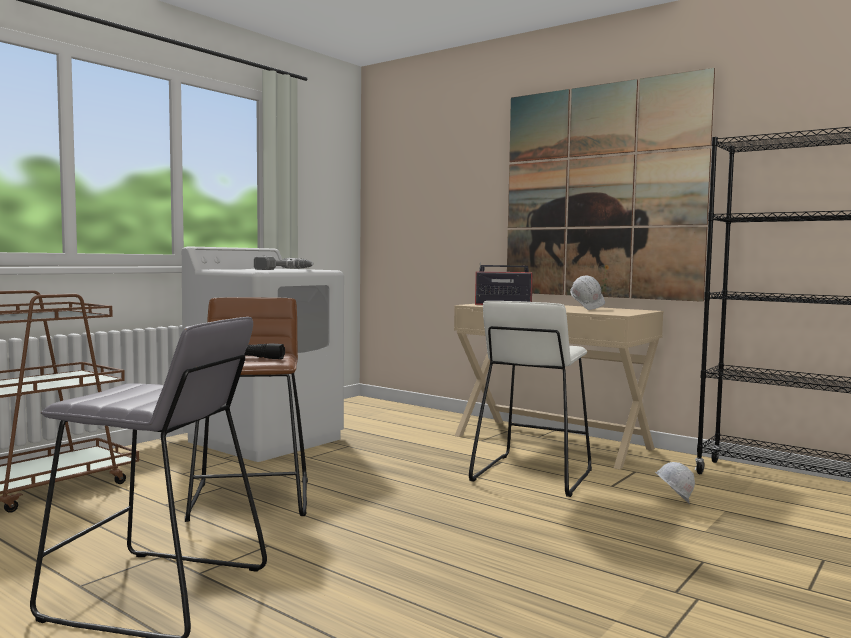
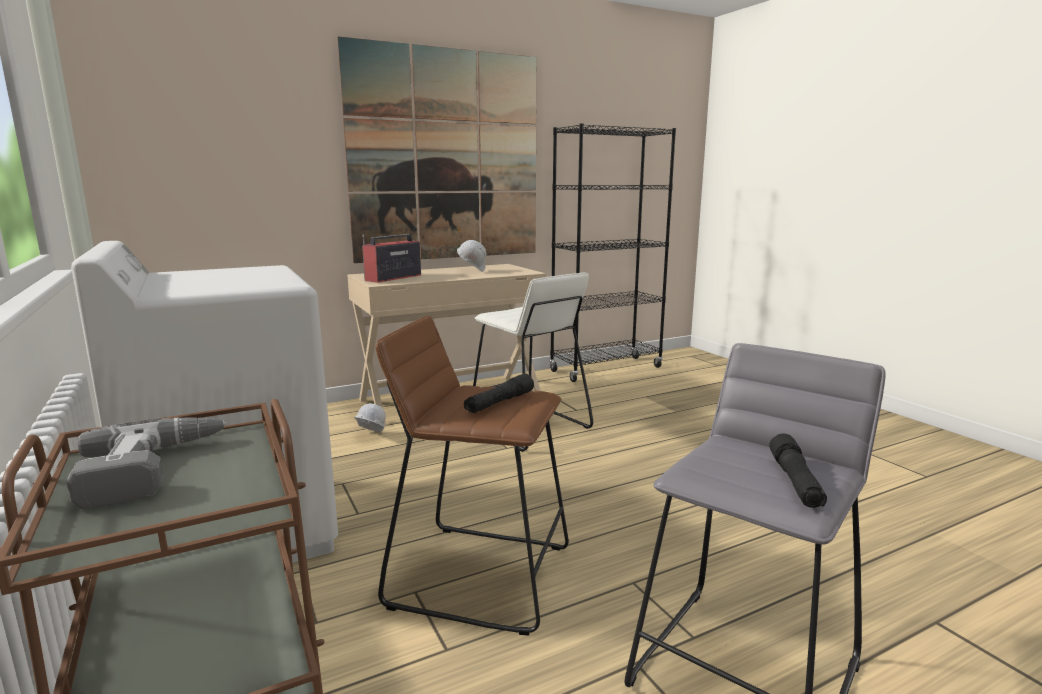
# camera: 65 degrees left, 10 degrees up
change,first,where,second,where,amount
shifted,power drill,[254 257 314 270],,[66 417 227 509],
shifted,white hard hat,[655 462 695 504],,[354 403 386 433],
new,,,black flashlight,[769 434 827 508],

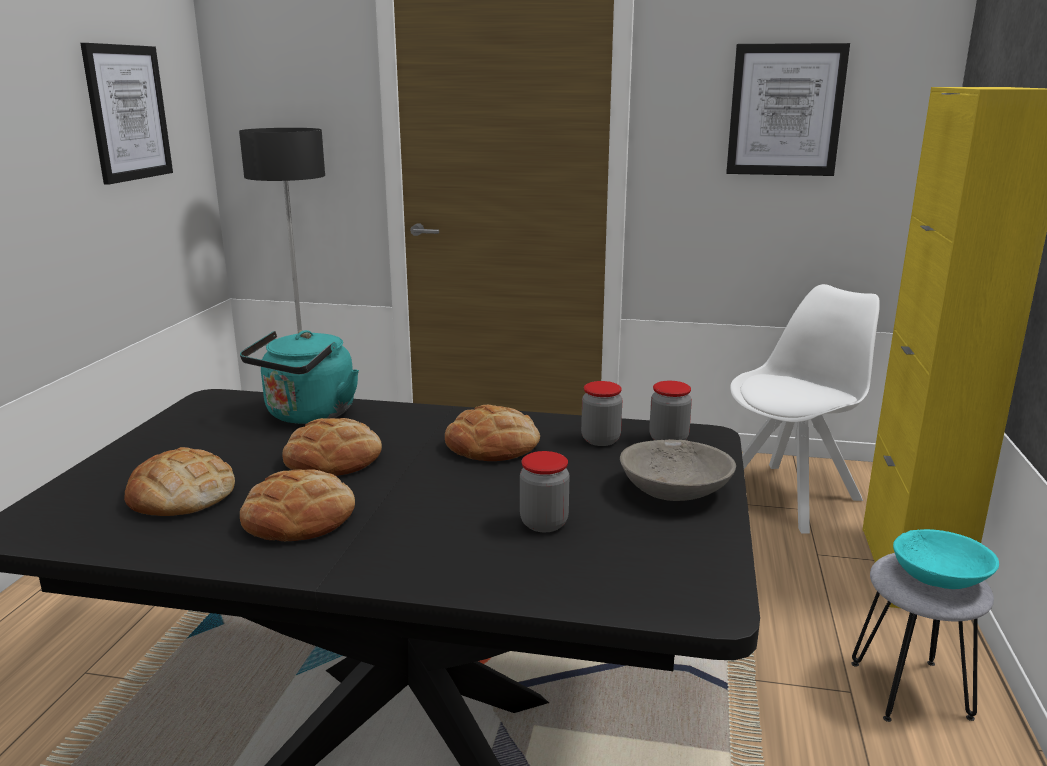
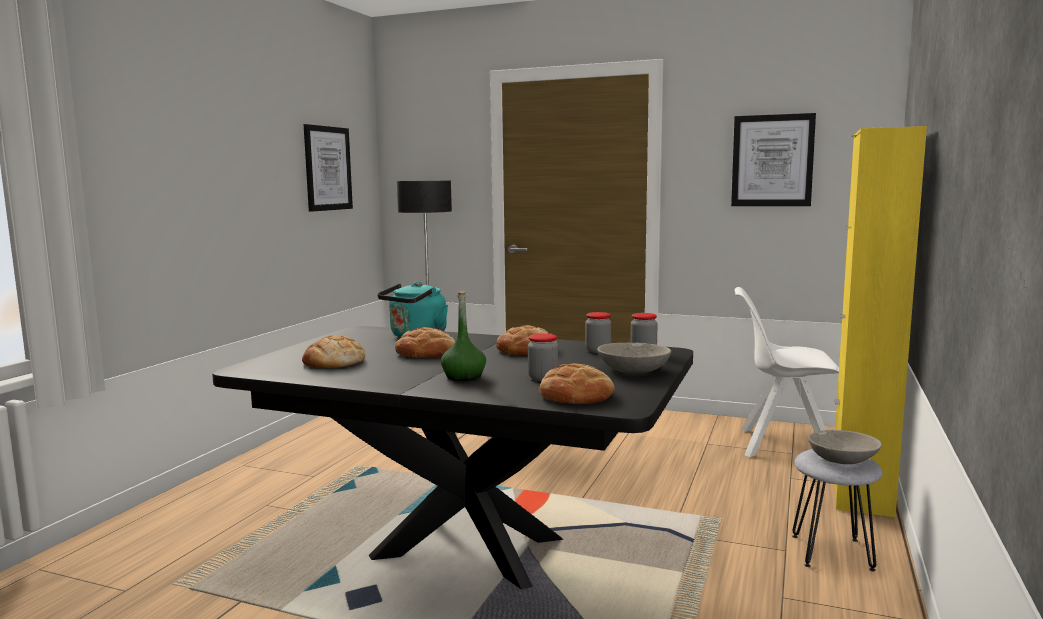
# camera: 10 degrees right, 10 degrees down
change,first,where,second,where,amount
new,,,green bottle,[441 291 486 381],
shifted,bread,[240 469 355 541],,[539 363 615 404],
rotated,white chair,[730 284 880 533],,[735 287 839 457],135 degrees counterclockwise
repainted,turquoise bowl,[893 529 999 589],grey bowl,[808 430 882 464],

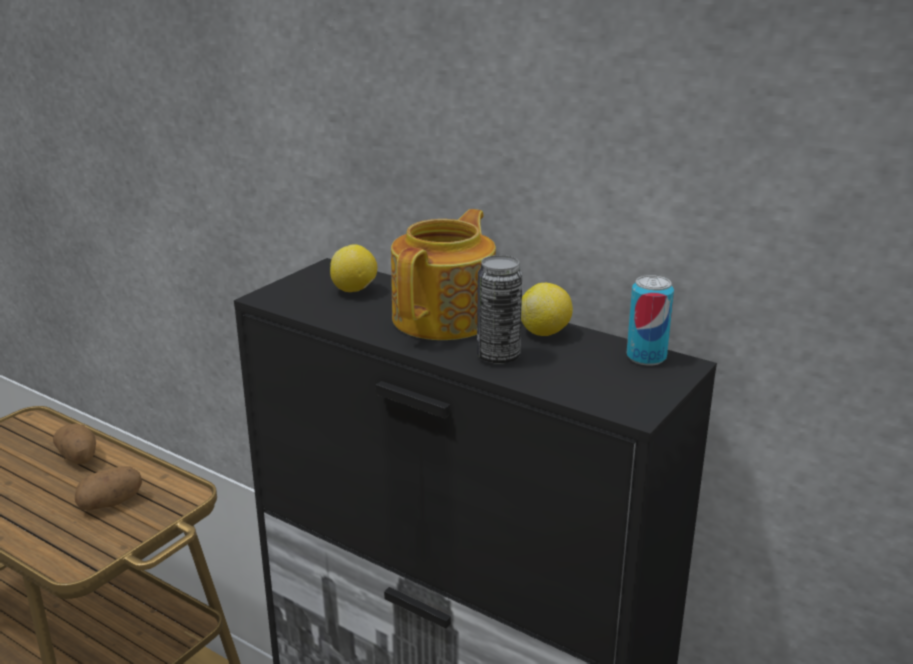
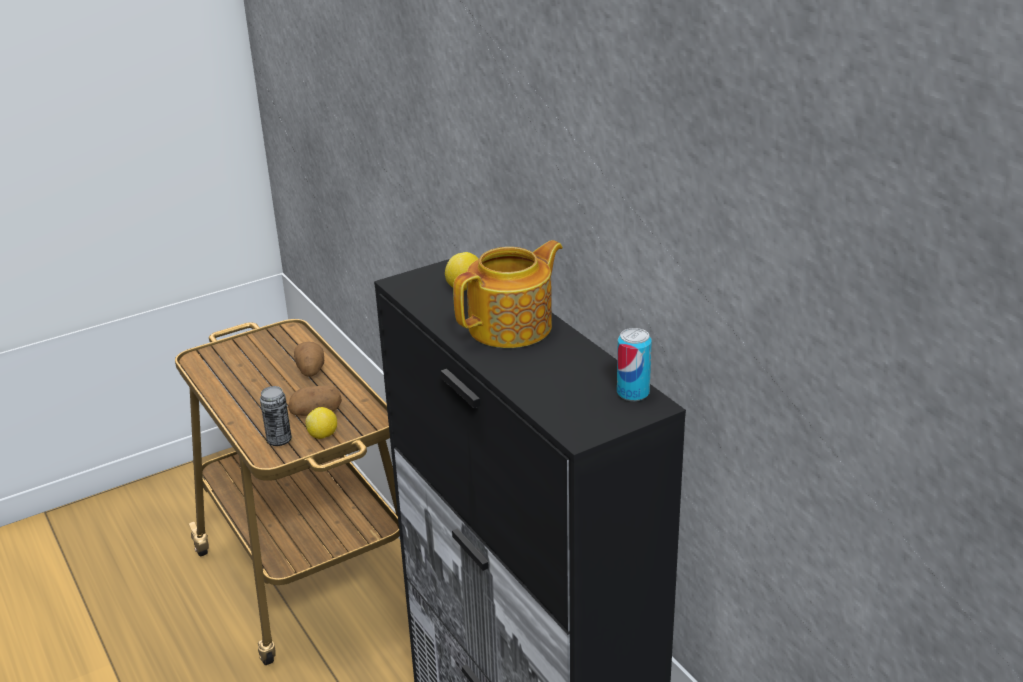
# camera: 25 degrees right, 5 degrees up
change,first,where,second,where,amount
shifted,can,[477 255 523 364],,[260 386 292 446],
shifted,lemon,[521 283 573 336],,[305 407 337 439],

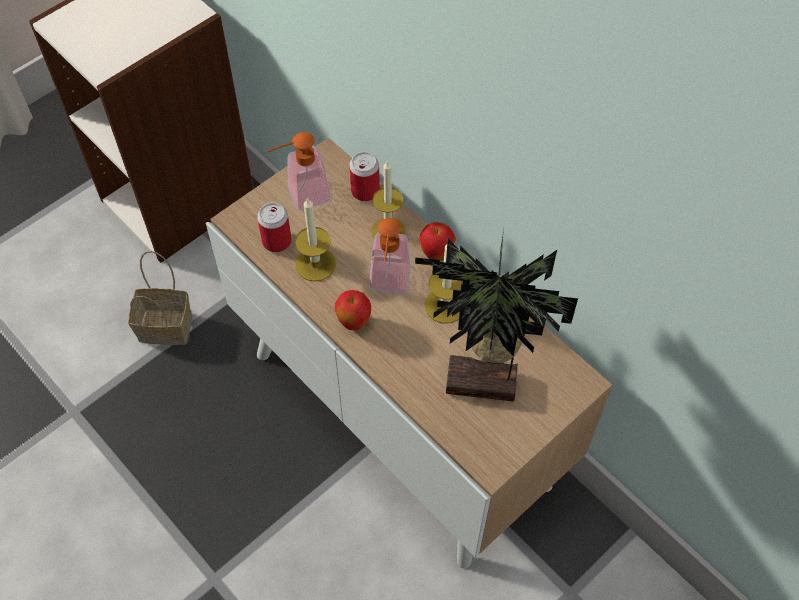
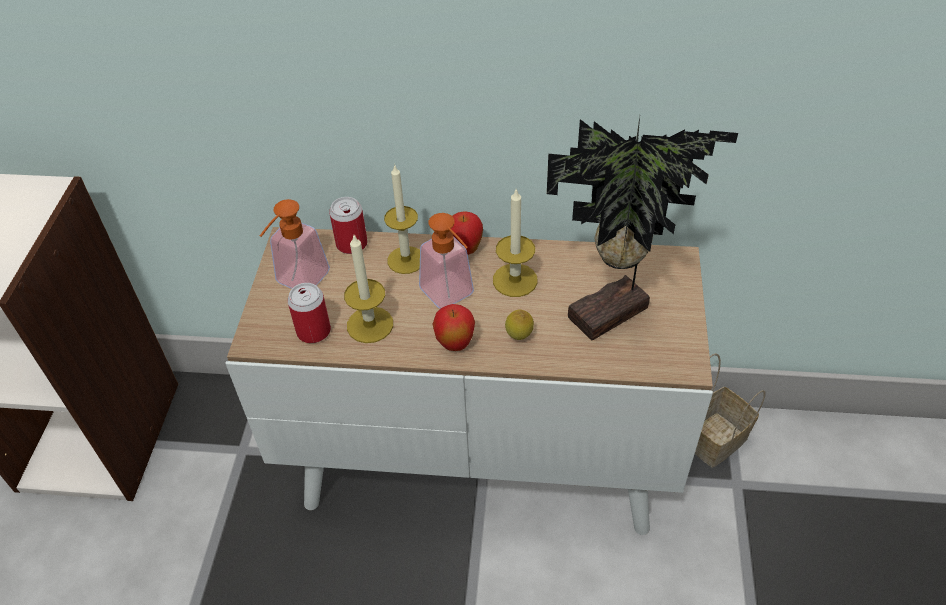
# camera: 40 degrees left, 10 degrees down
change,first,where,second,where,amount
new,,,lemon,[505 309 534 340],
shifted,basket,[128 251 192 345],,[695 353 765 468],

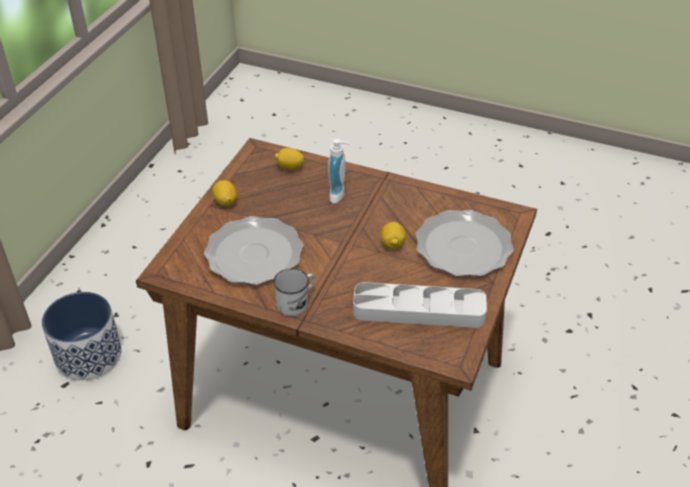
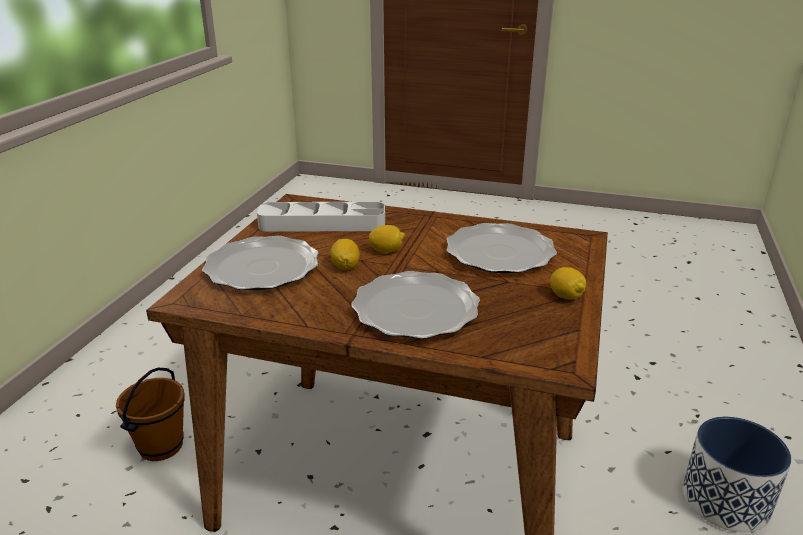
# camera: 175 degrees right, 15 degrees down
change,first,where,second,where,amount
new,,,brown bucket,[116 368 185 461],
swapped,soap dispenser,[328 139 351 204],plate,[351 271 480 339],
shifted,lemon,[275 148 304 170],,[368 225 405 253],
gone,white mug,[273 268 315 316],,,

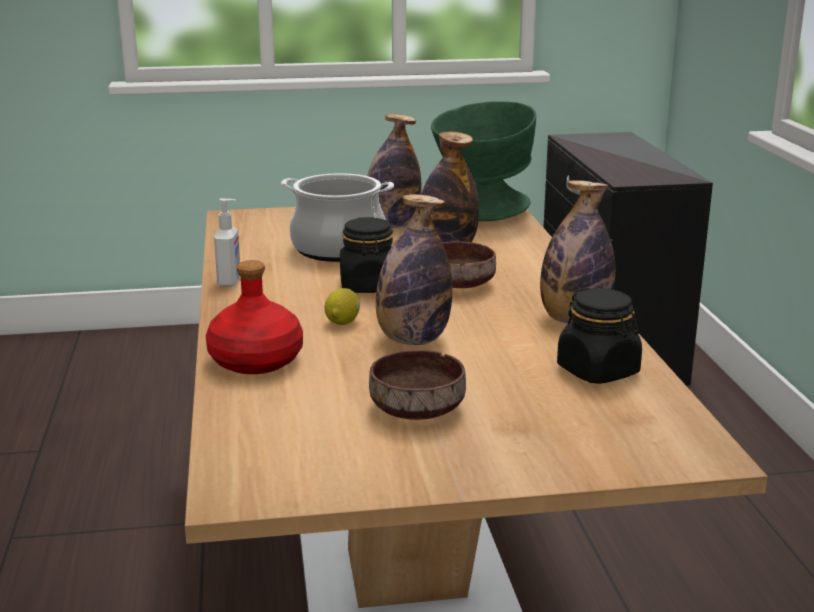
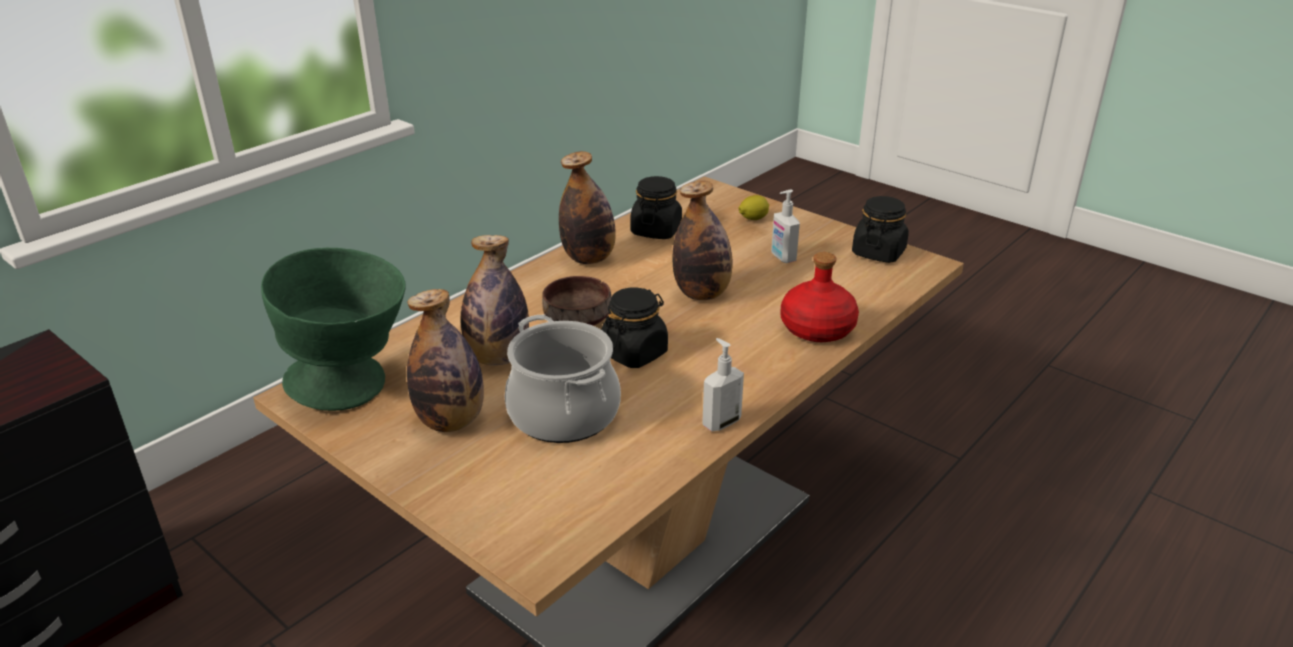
# camera: 130 degrees left, 10 degrees up
change,first,where,second,where,amount
shifted,lemon,[325 288 360 325],,[738 195 769 220],
swapped,brown bowl,[369 350 466 420],soap dispenser,[771 190 800 263],
new,,,black jar,[852 196 909 263],

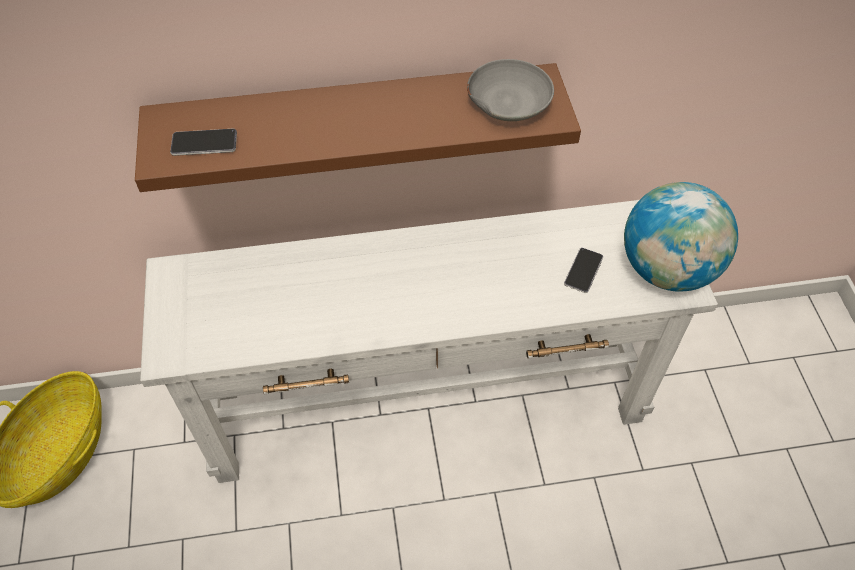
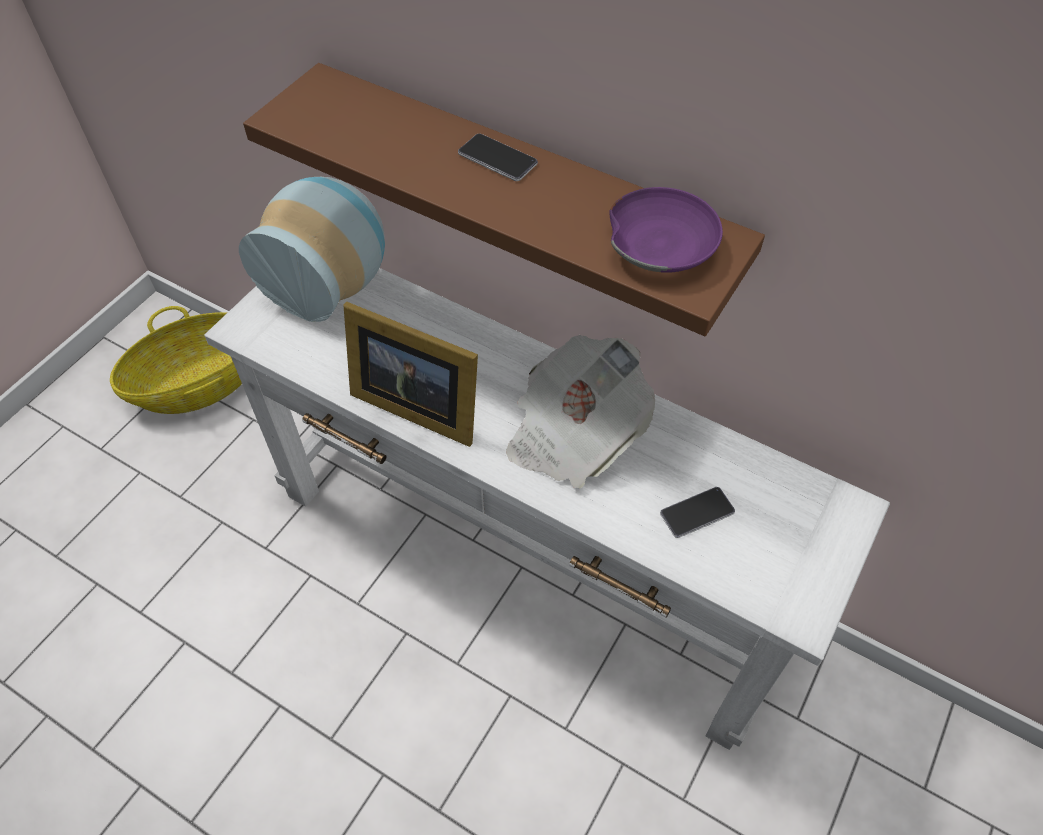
# camera: 40 degrees right, 0 degrees up
change,first,where,second,where,amount
new,,,vase,[239 177 385 322],
new,,,picture frame,[343 302 478 447],
shifted,phone,[170 129 237 156],,[458 134 538 181],
new,,,newspaper,[506 335 655 489],
repainted,grey bowl,[467 59 554 121],purple bowl,[610 187 723 273],
gone,globe,[624 182 738 292],,,

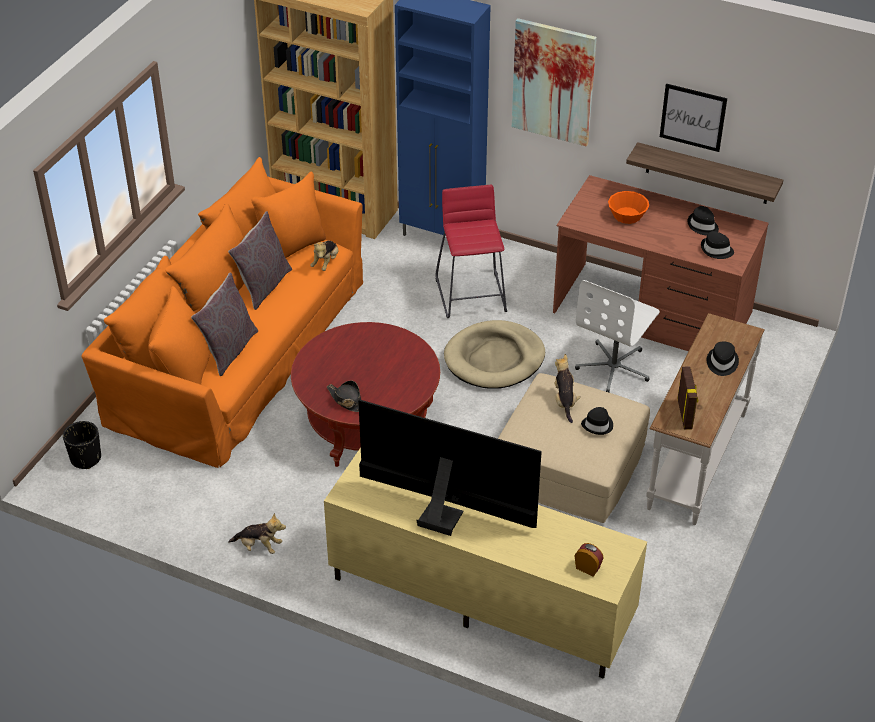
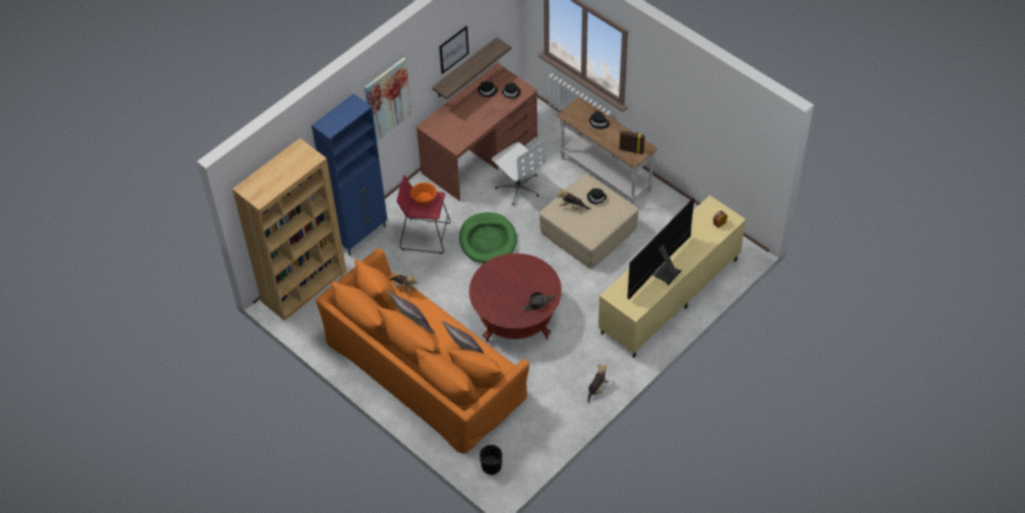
# camera: 70 degrees left, 10 degrees up
change,first,where,second,where,amount
shifted,orange bowl,[608 191 649 224],,[411 182 437 205],
repainted,beige dog bed,[444 320 545 389],green dog bed,[459 212 517 263],

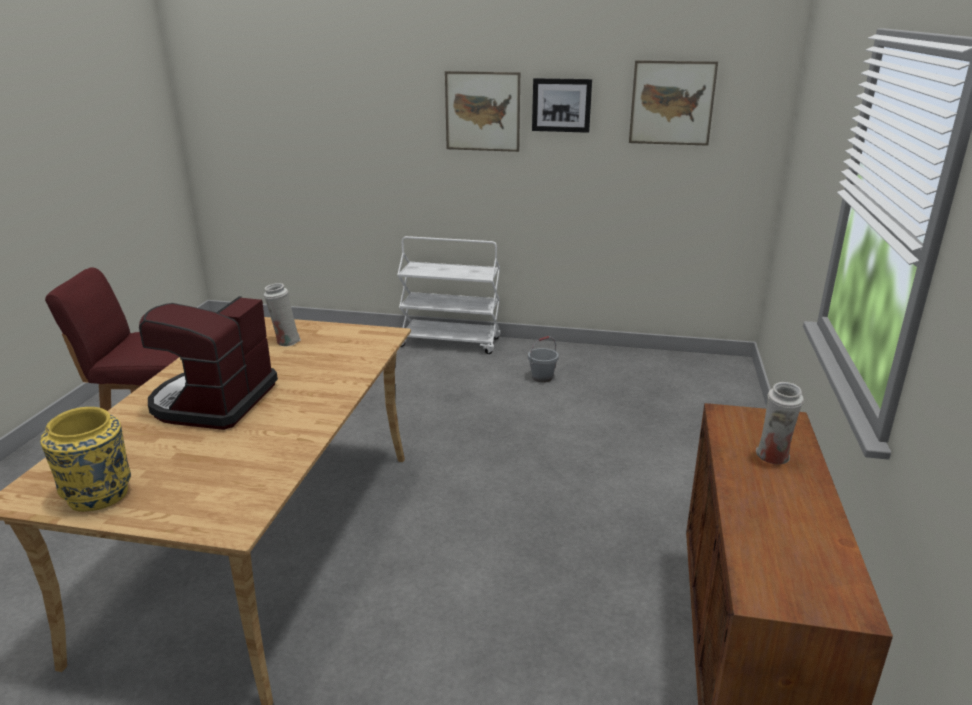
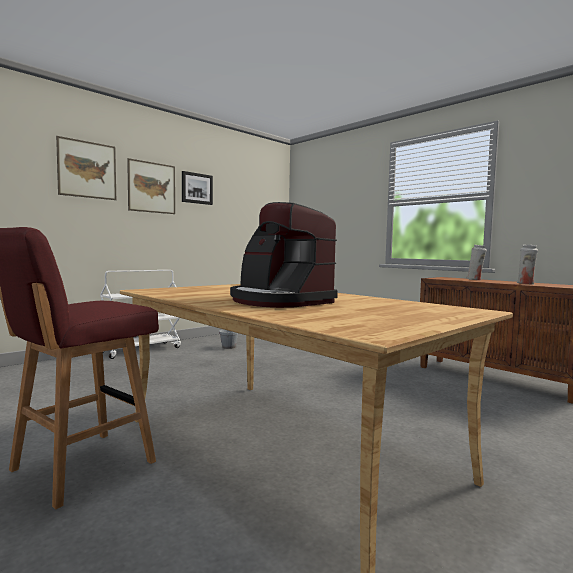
# camera: 55 degrees left, 20 degrees down
change,first,where,second,where,amount
shifted,picture,[629 60 718 146],,[56 136 116 200],
shifted,white vase,[264 283 301 347],,[517 245 538 284],
gone,yellow vase,[40 407 131 512],,,

